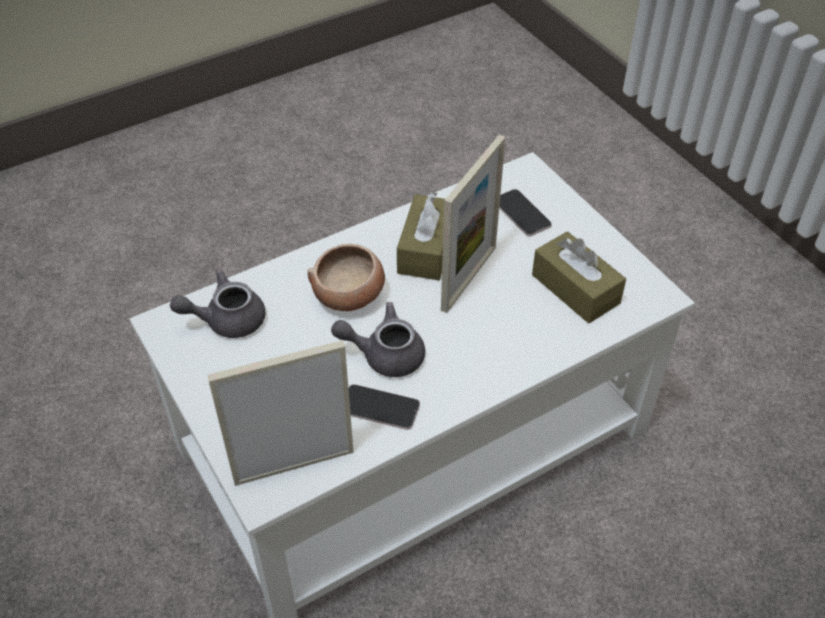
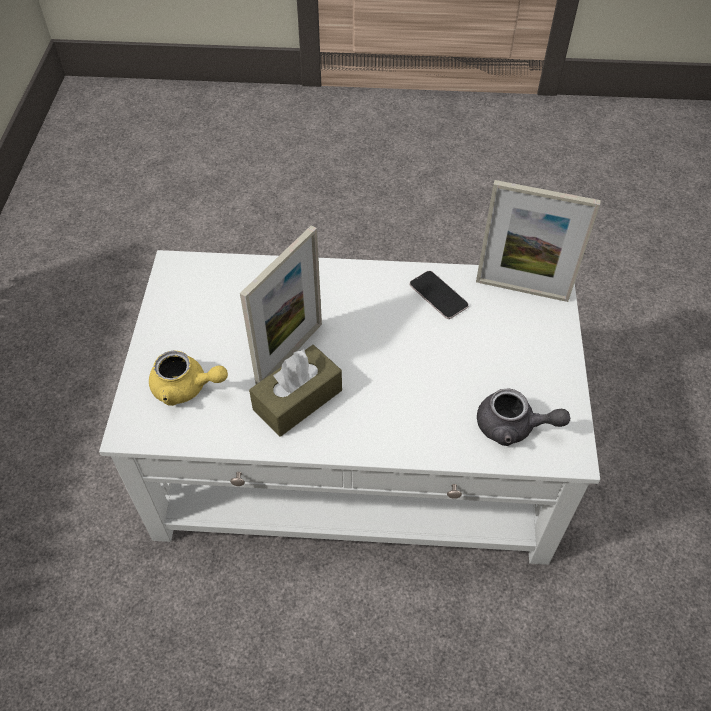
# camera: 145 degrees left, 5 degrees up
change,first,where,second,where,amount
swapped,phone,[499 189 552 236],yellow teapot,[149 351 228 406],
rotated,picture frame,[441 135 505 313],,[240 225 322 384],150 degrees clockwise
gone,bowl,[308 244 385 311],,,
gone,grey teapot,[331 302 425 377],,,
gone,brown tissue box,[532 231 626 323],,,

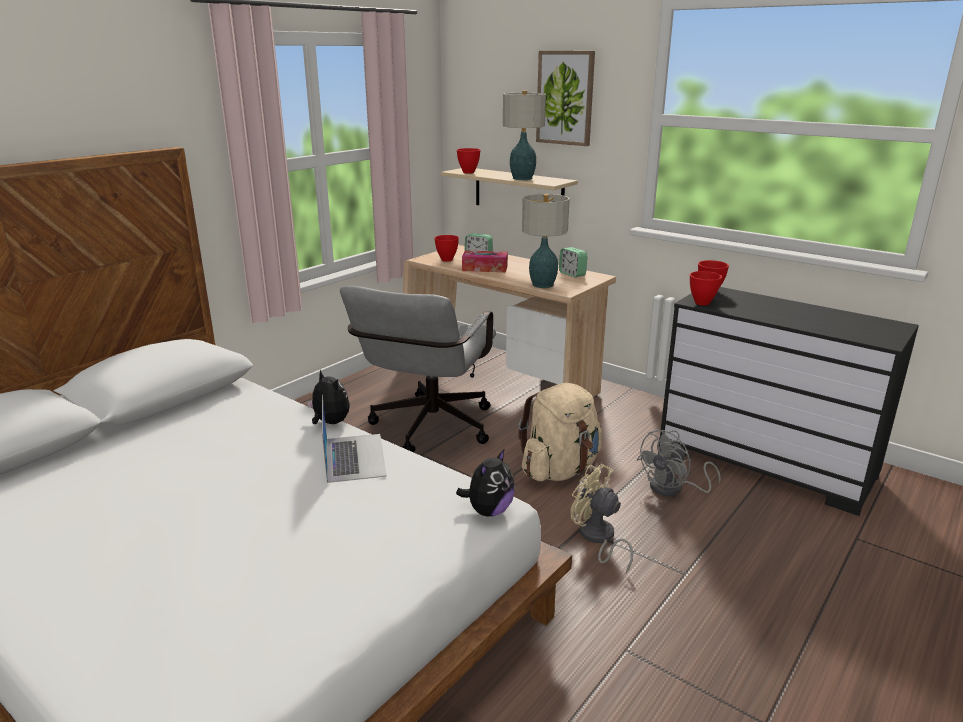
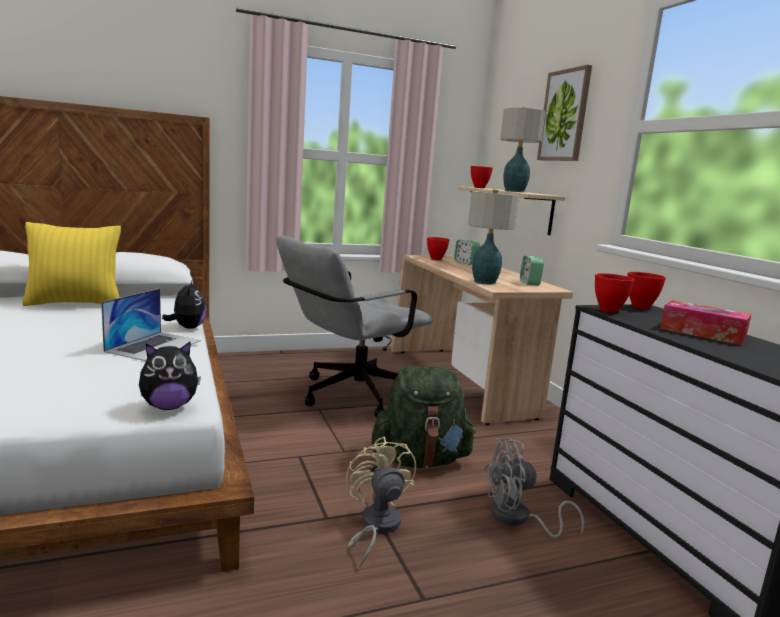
# camera: 30 degrees right, 10 degrees down
change,first,where,second,where,amount
new,,,yellow pillow,[22 222 121 306],
repainted,beige backpack,[518 383 602 481],green backpack,[372 366 476 468],
shifted,tissue box,[462 250 508 272],,[660 300 751 345],

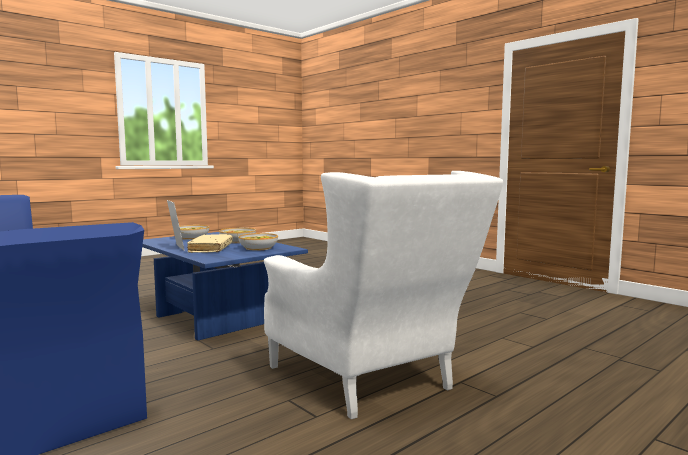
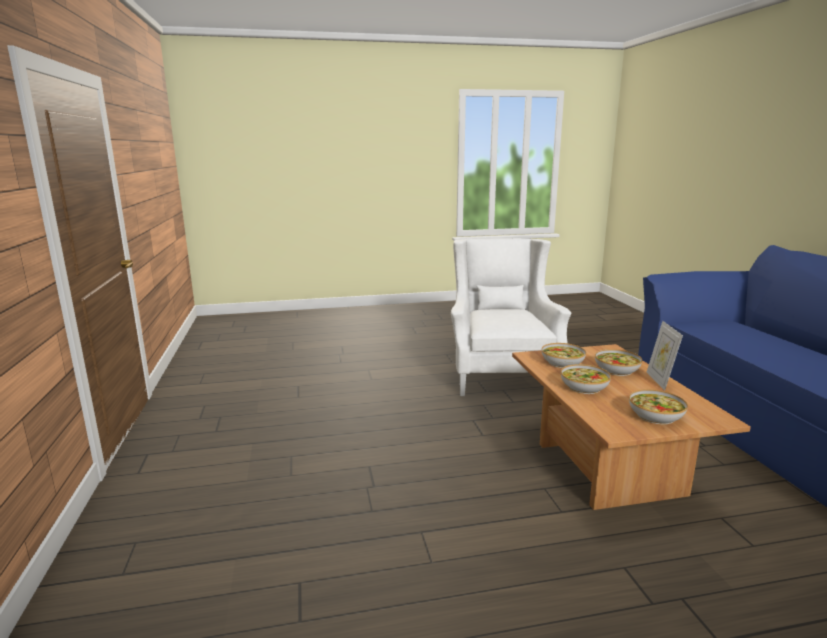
# camera: 150 degrees left, 10 degrees up
change,first,where,second,where,amount
repainted,blue coffee table,[142 232 308 340],brown coffee table,[512 344 751 510],
swapped,beige book,[187 234 232 253],bowl,[595 349 642 376],

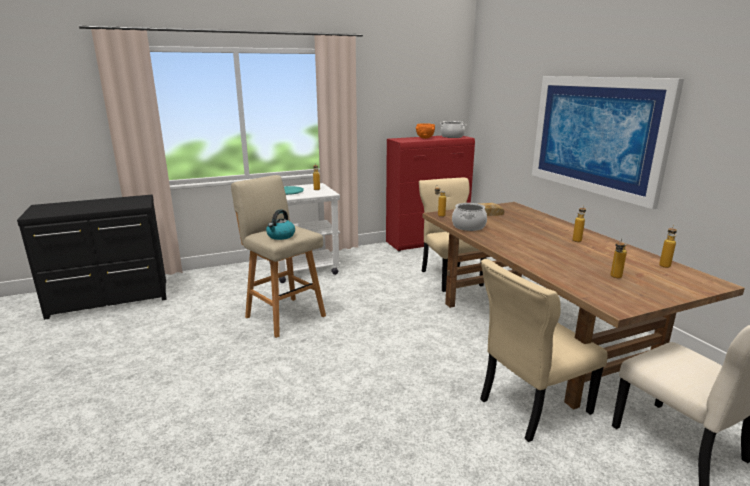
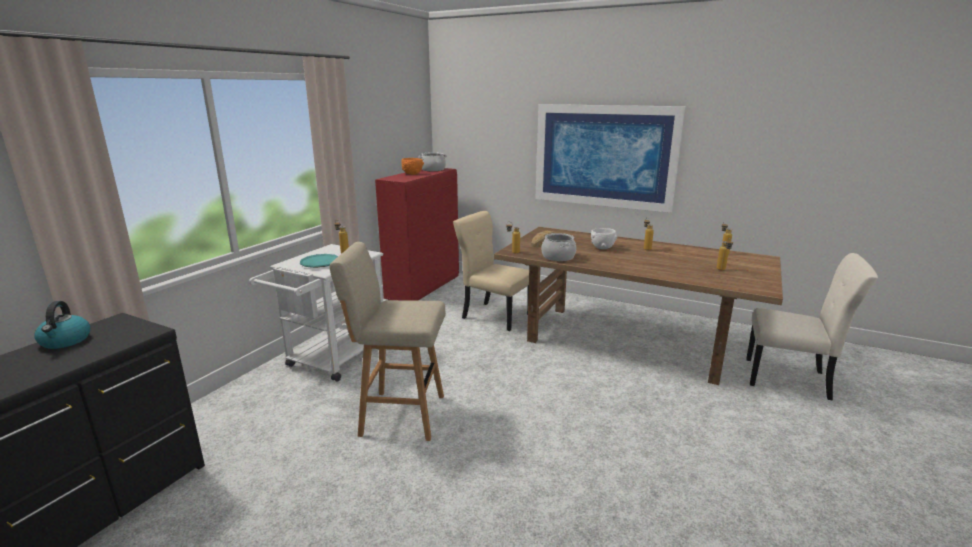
# camera: 40 degrees left, 0 degrees up
change,first,where,second,where,amount
shifted,kettle,[266 209 295 240],,[34 301 90 349],
new,,,white bowl,[591 228 617 249],
gone,beige chair,[480 259 608 442],,,

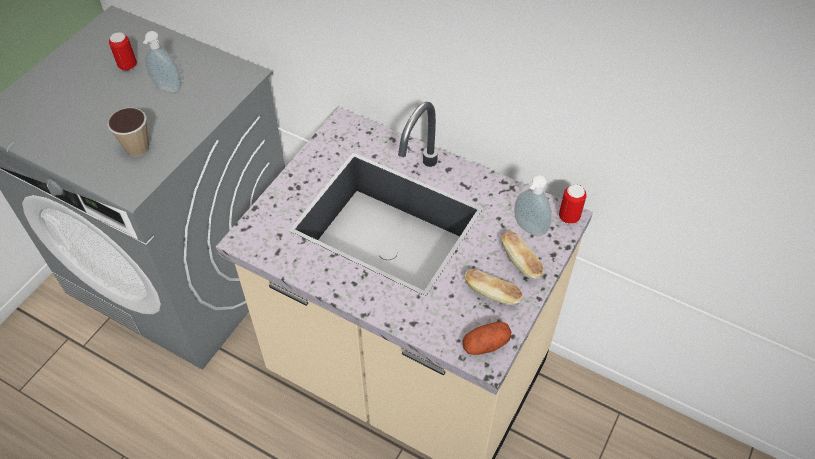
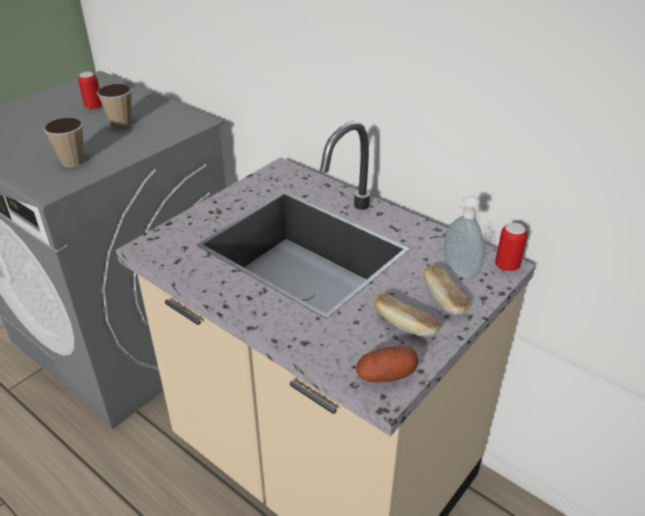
# camera: 10 degrees right, 15 degrees down
change,first,where,second,where,amount
swapped,soap dispenser,[143 31 182 92],cup,[97 84 132 129],

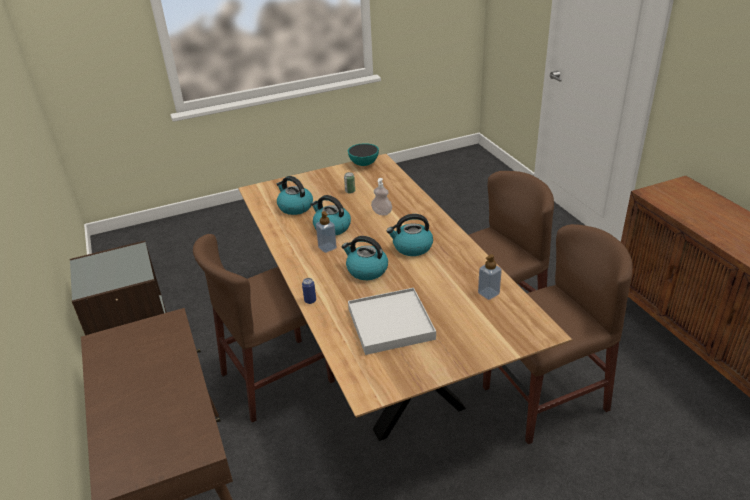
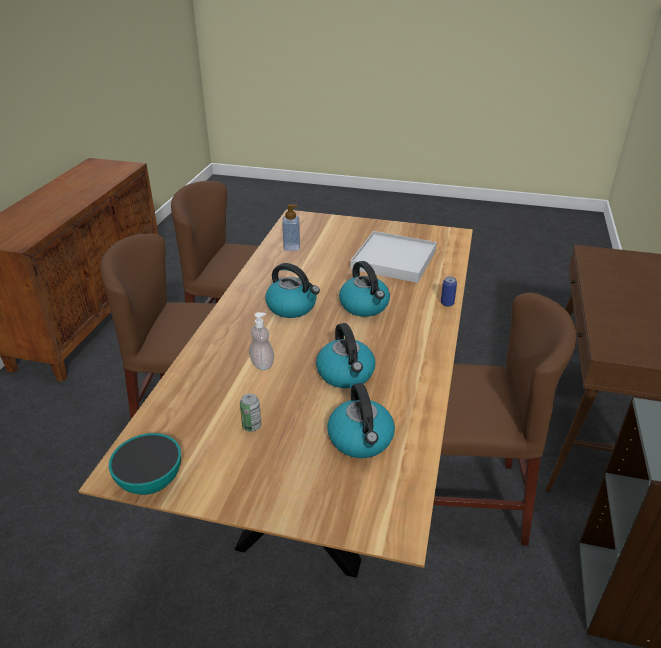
# camera: 145 degrees left, 0 degrees up
change,first,where,second,where,amount
gone,soap dispenser,[316 211 337 253],,,

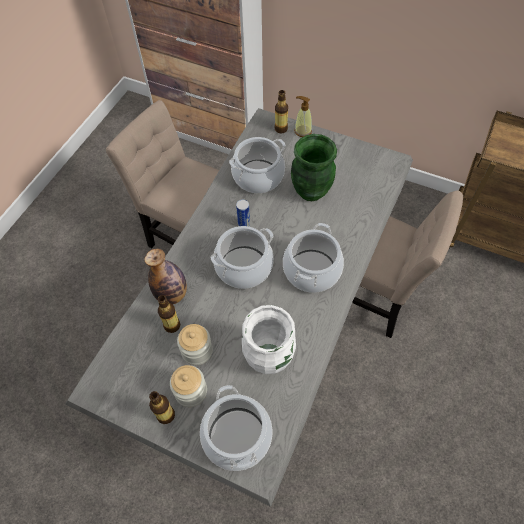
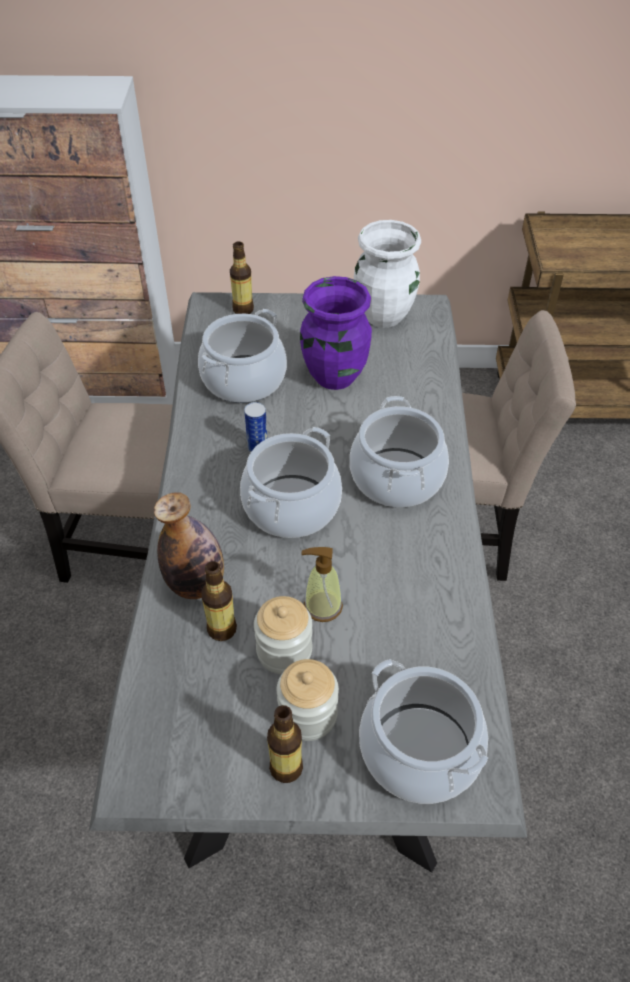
# camera: 25 degrees left, 10 degrees down
change,first,where,second,where,amount
repainted,green vase,[291 134 337 201],purple vase,[300 276 372 390],
shifted,soap dispenser,[294 96 312 137],,[302 547 343 622],
shifted,white vase,[242 305 296 374],,[354 220 421 328],

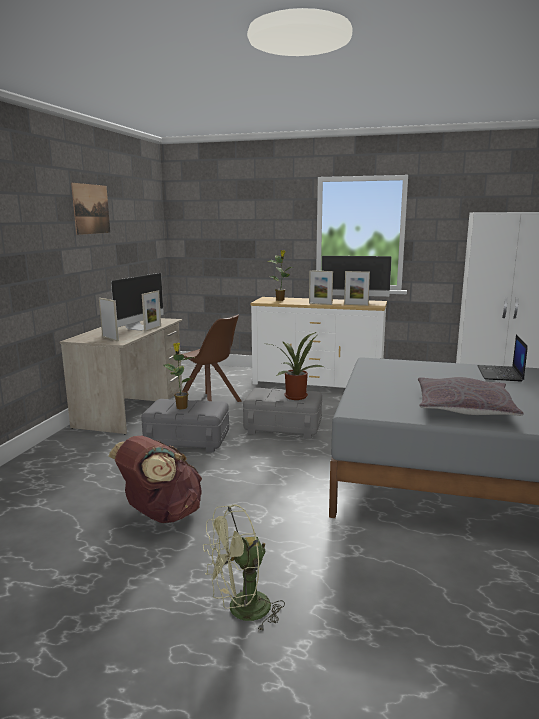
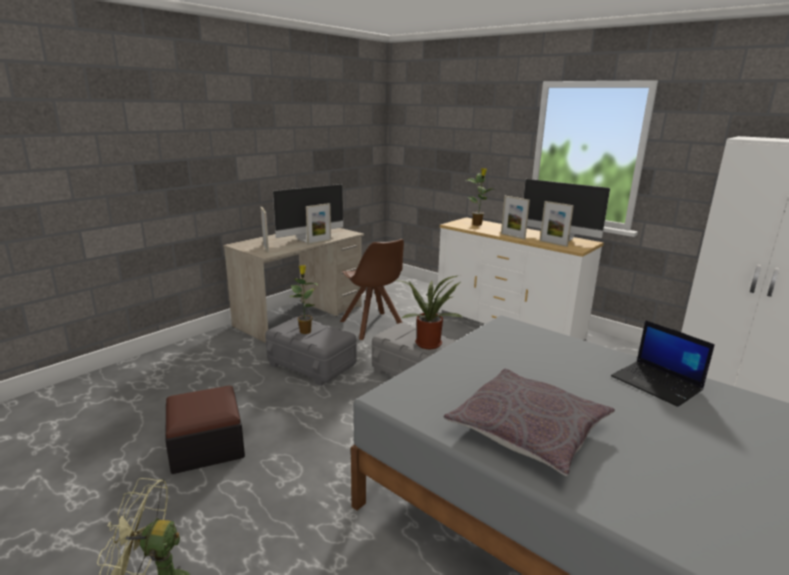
# camera: 25 degrees right, 5 degrees up
change,first,where,second,where,amount
swapped,brown backpack,[108 436 202 523],ottoman,[165 386 245 474],
rotated,laptop,[477 335 528 382],,[611 320 715 407],75 degrees counterclockwise
gone,picture,[71 183 110 235],,,

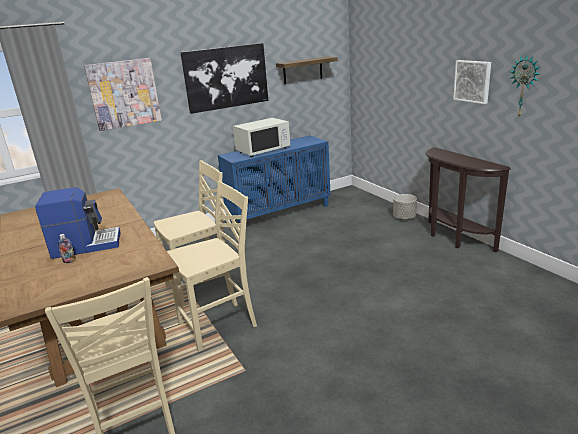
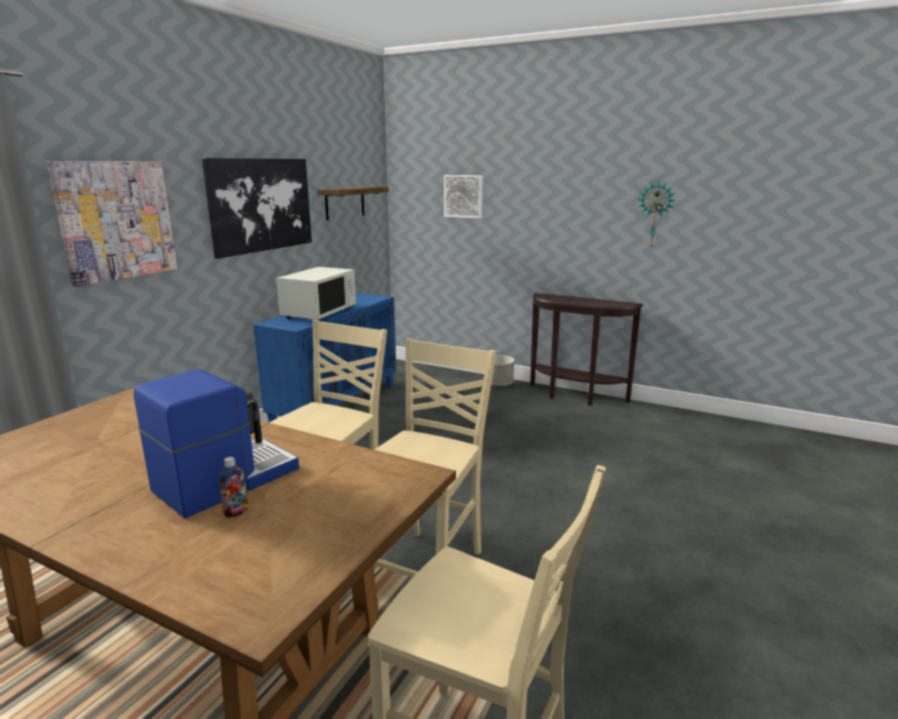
# camera: 35 degrees left, 5 degrees down
change,first,where,second,where,amount
shifted,picture,[453 60 491 104],,[444 175 483 218],

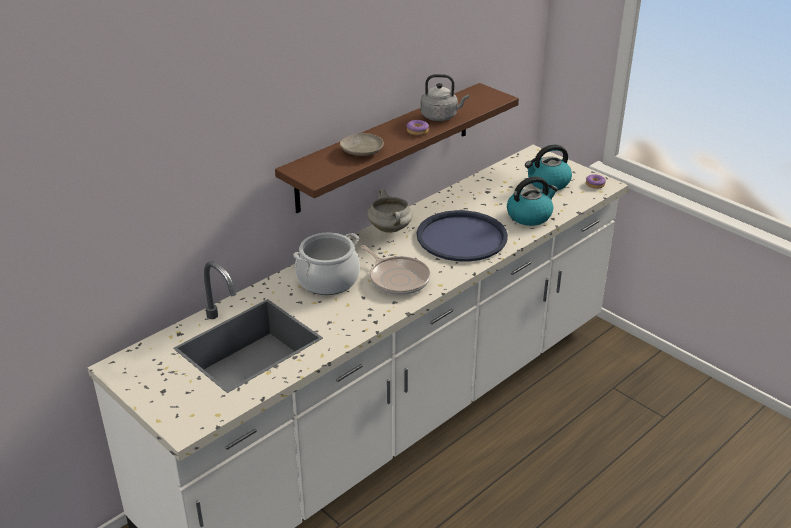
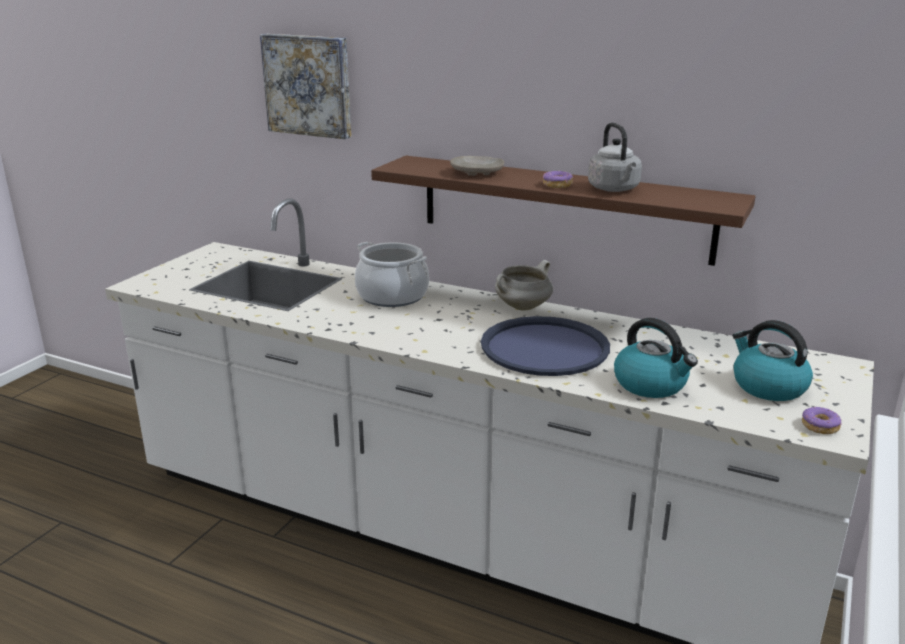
# camera: 70 degrees right, 10 degrees down
change,first,where,second,where,amount
new,,,picture,[260 34 351 139],
gone,frying pan,[360 245 431 295],,,

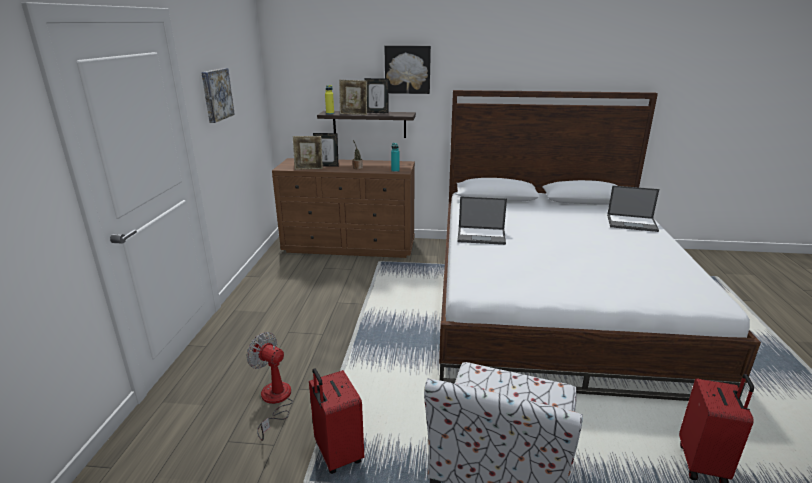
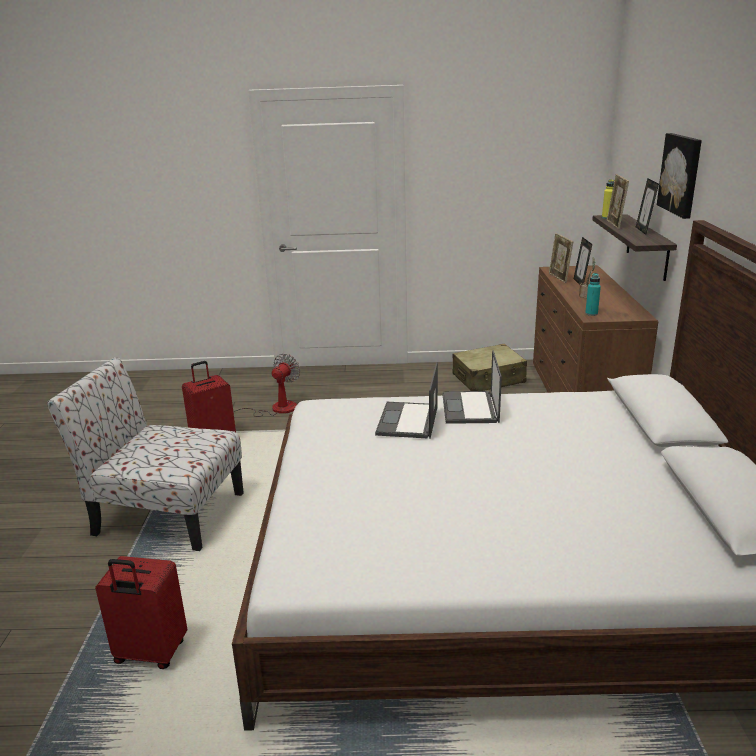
# camera: 85 degrees right, 0 degrees up
change,first,where,second,where,amount
shifted,laptop,[607 185 659 232],,[375 362 438 439],
new,,,beige suitcase,[453 344 527 391],
gone,picture,[201 68 235 123],,,

